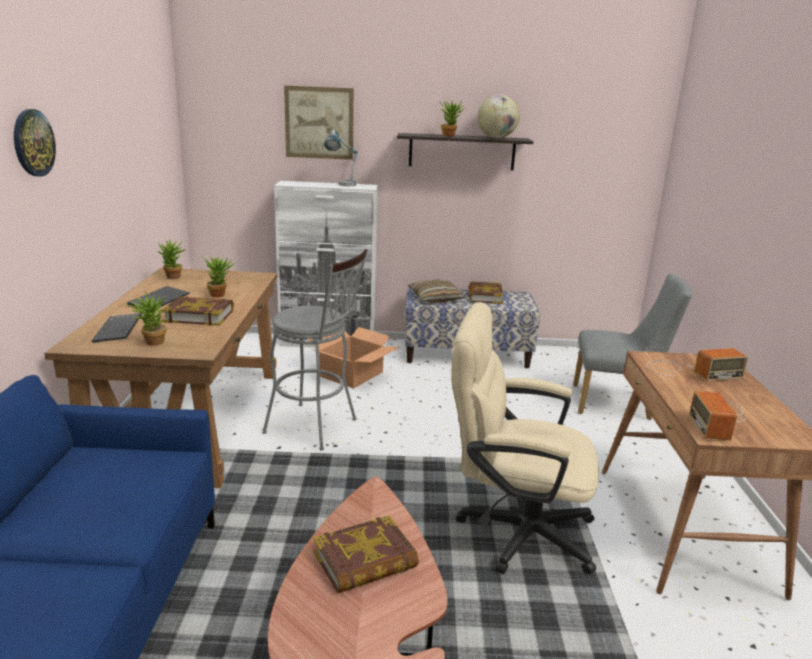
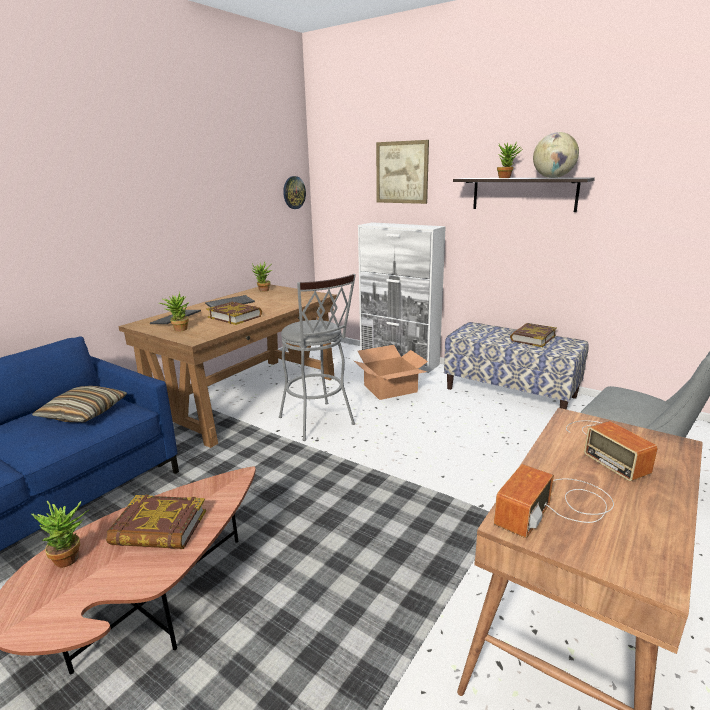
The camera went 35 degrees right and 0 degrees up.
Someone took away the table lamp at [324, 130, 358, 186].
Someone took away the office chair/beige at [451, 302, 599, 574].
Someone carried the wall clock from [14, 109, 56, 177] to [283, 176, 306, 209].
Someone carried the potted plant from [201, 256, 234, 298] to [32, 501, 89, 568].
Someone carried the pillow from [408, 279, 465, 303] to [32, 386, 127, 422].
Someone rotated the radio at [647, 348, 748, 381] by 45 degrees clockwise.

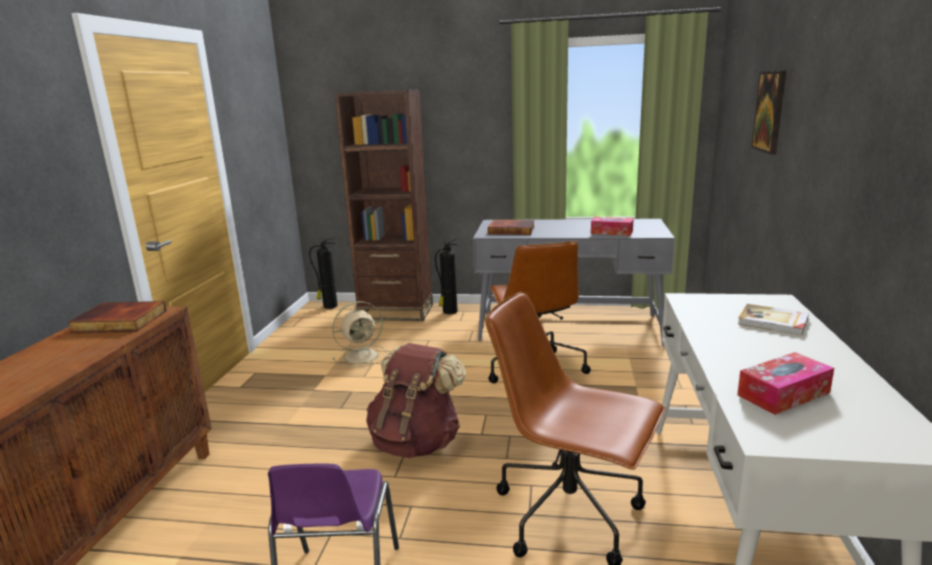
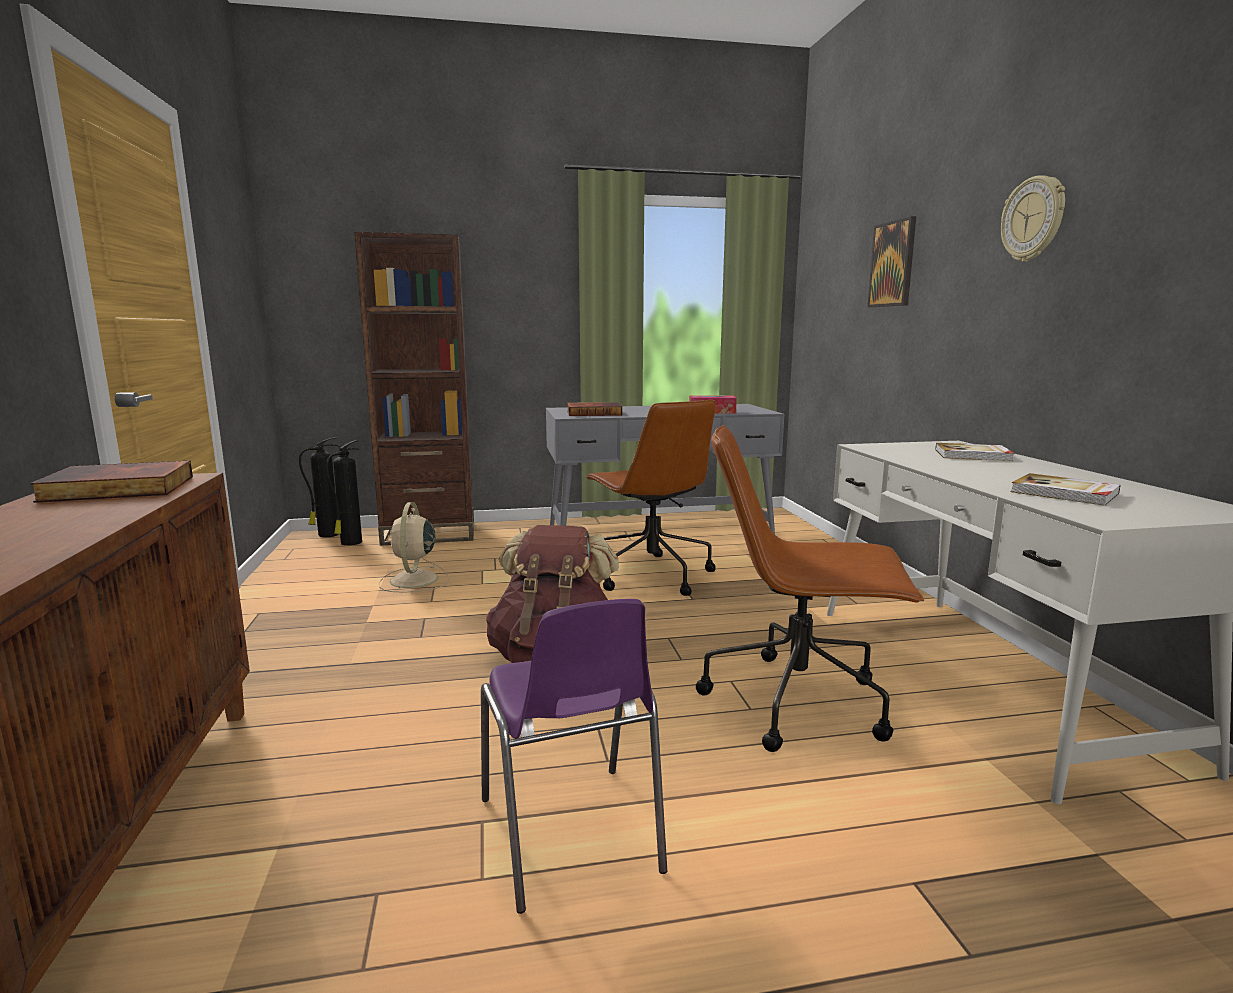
The camera went 20 degrees left and 5 degrees down.
Someone put up the wall clock at [1001, 175, 1065, 262].
Someone carried the fire extinguisher from [435, 238, 458, 314] to [326, 440, 362, 546].
Someone swapped the tissue box at [737, 352, 834, 415] for the book at [1011, 473, 1120, 506].
Someone rotated the fan/beige at [332, 301, 387, 367] by 135 degrees clockwise.

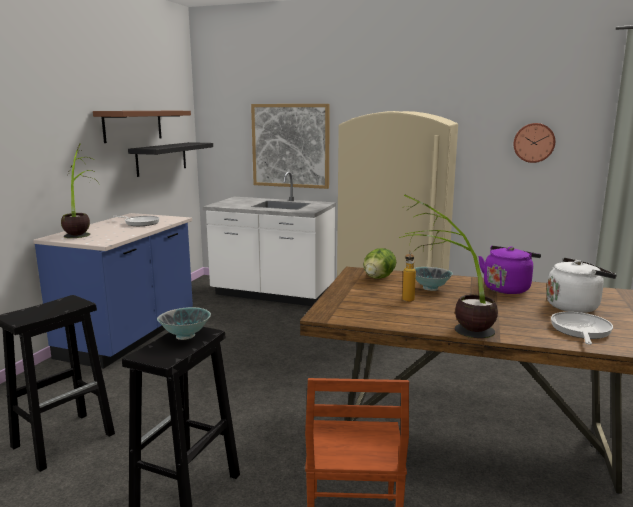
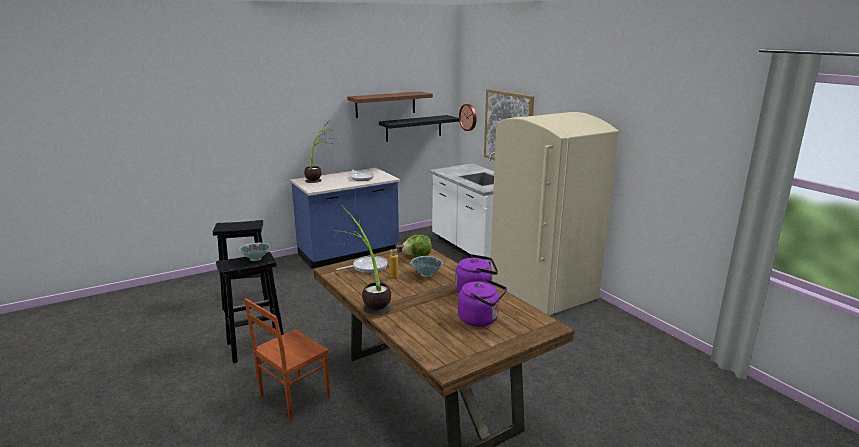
The camera went 40 degrees right and 5 degrees up.
Someone carried the wall clock from [513, 123, 555, 163] to [459, 104, 477, 131].
Someone carried the frying pan from [551, 312, 613, 345] to [336, 256, 388, 273].
Someone repainted the kettle/white at [547, 258, 617, 313], which became the kettle/purple at [458, 279, 507, 327].

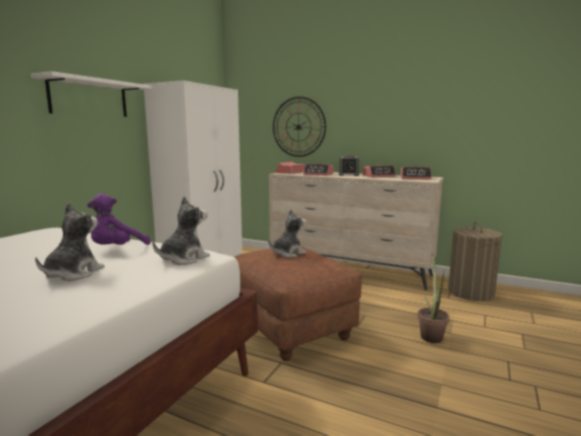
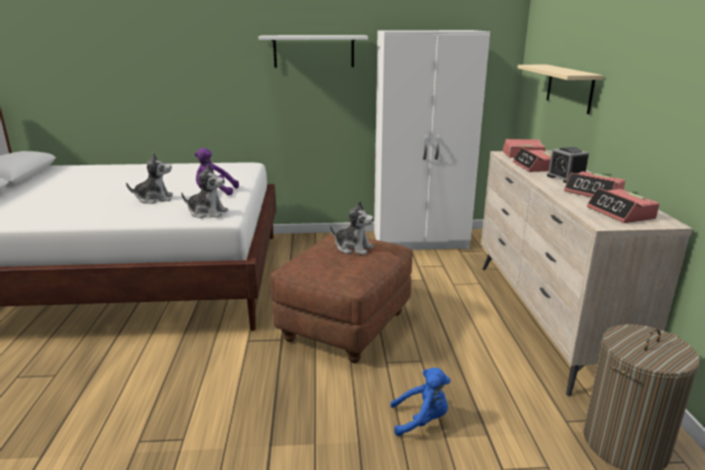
The camera went 60 degrees right and 10 degrees up.
Someone swapped the wall clock at [273, 97, 326, 157] for the shelf/beige at [518, 65, 604, 114].
Someone swapped the potted plant at [418, 253, 450, 343] for the plush toy/blue at [390, 368, 450, 436].

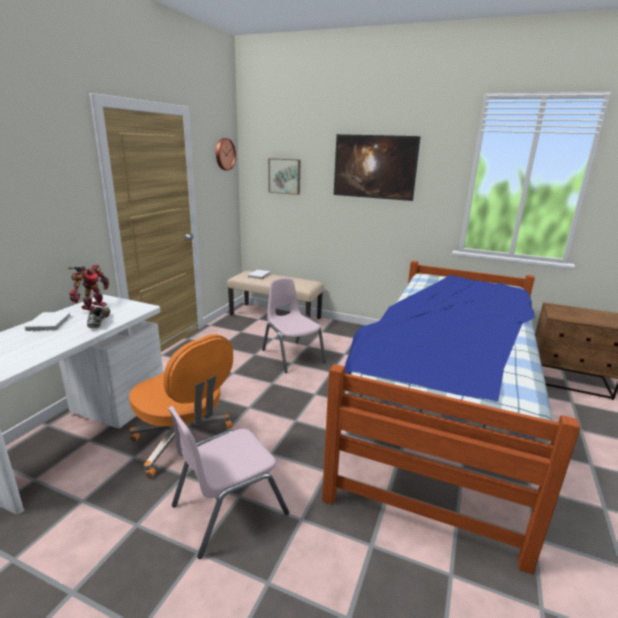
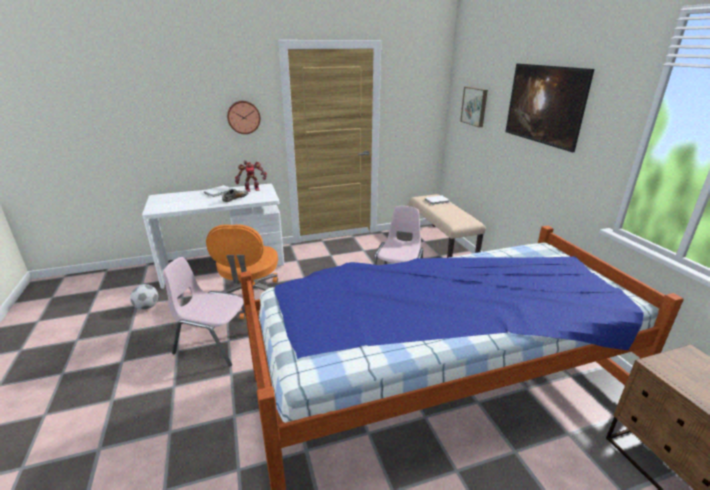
The camera went 50 degrees right and 5 degrees up.
Someone put down the football at [130, 284, 158, 310].
Someone carried the wall clock from [216, 138, 236, 171] to [227, 101, 260, 134].

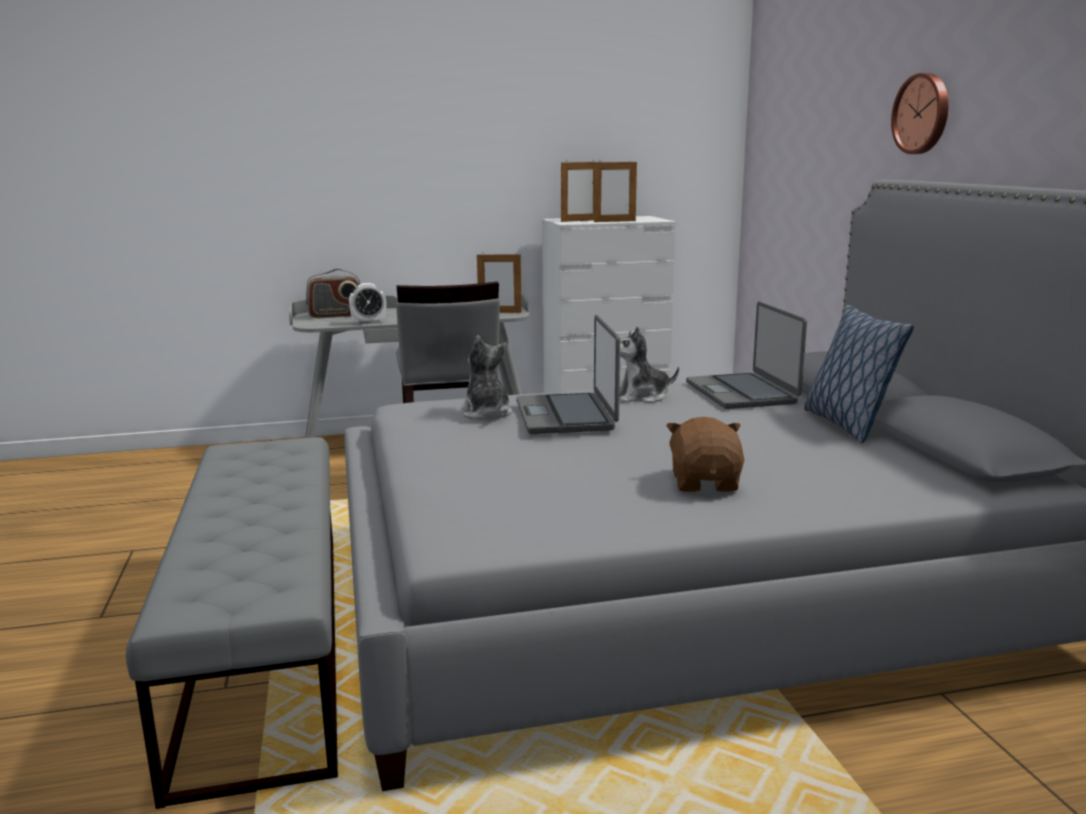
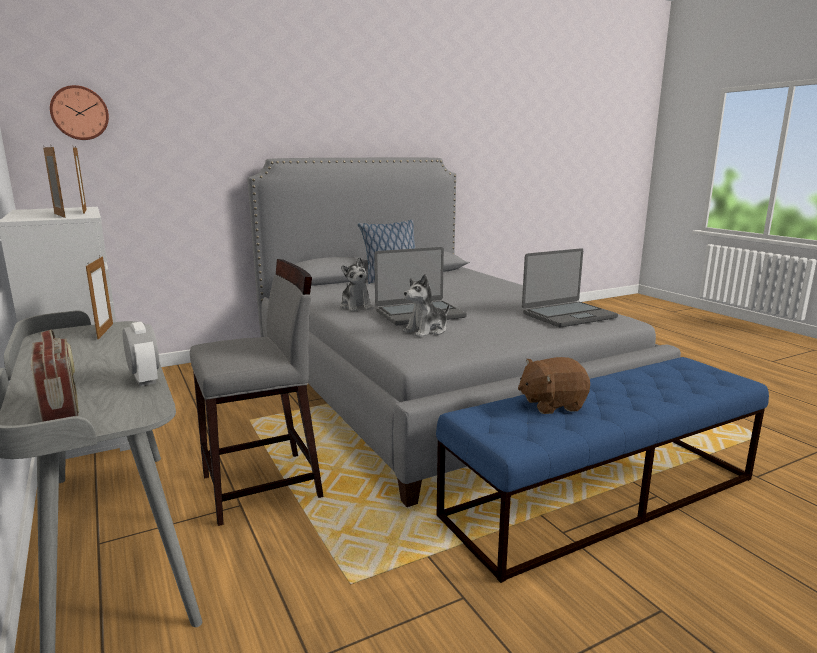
The camera went 105 degrees left and 0 degrees up.
Someone carried the plush toy/brown from [666, 417, 744, 492] to [518, 357, 590, 414].
Someone carried the laptop from [686, 301, 807, 409] to [522, 248, 618, 327].
Someone carried the wall clock from [891, 73, 949, 154] to [50, 85, 109, 140].
Someone repainted the bench/grey at [126, 437, 338, 809], which became the bench/blue at [436, 357, 769, 583].

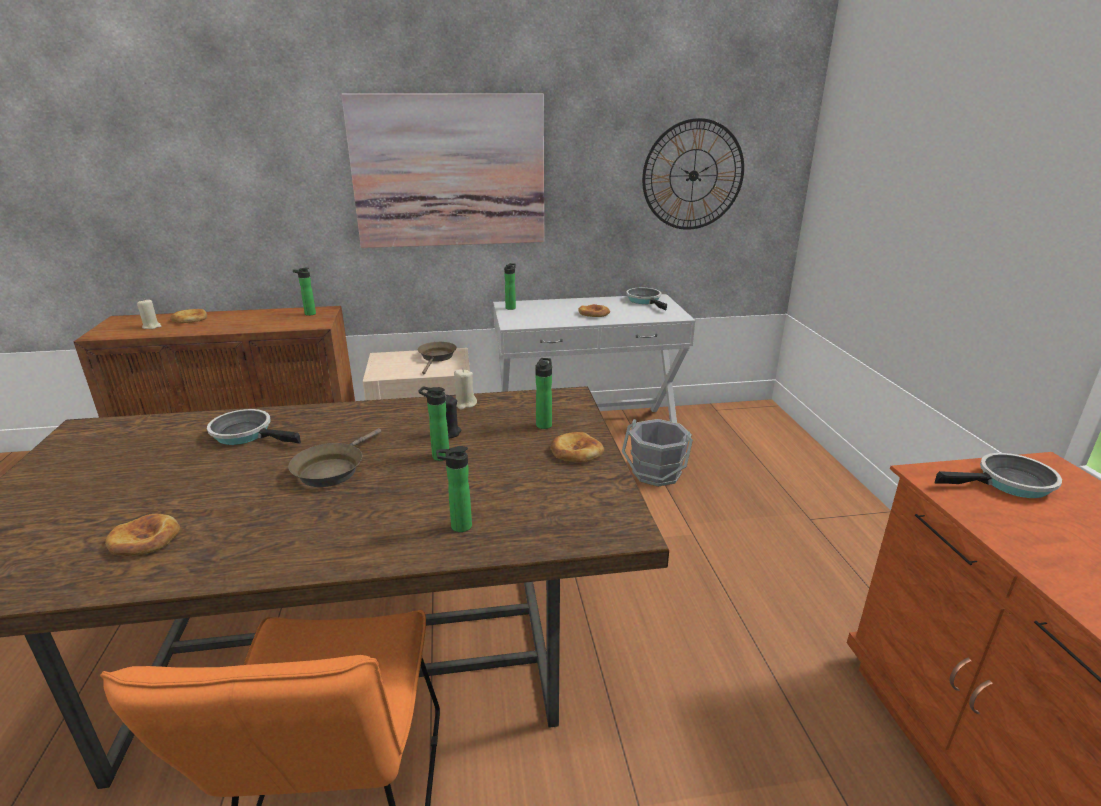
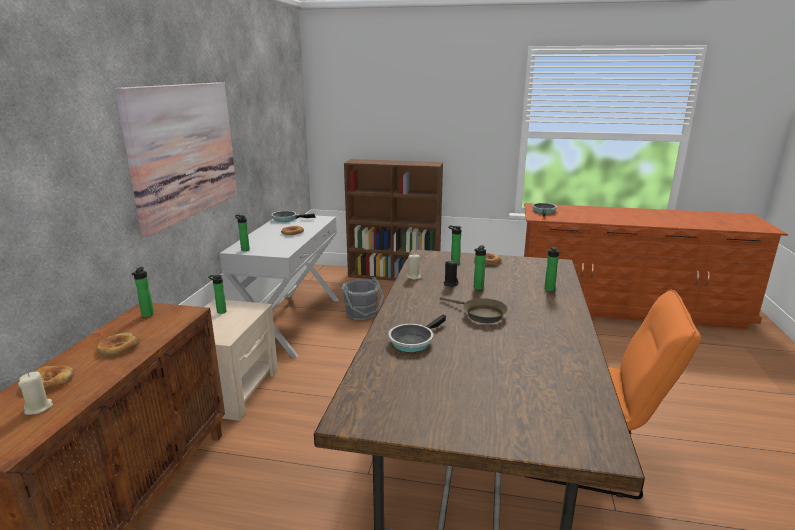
The camera went 70 degrees left and 5 degrees down.
Someone took away the wall clock at [642, 118, 744, 230].
Someone put down the bookcase/brown at [344, 159, 443, 281].
Someone carried the bread from [105, 514, 180, 556] to [97, 332, 140, 355].
Someone swapped the frying pan/brown at [418, 342, 457, 374] for the bottle at [208, 275, 227, 314].

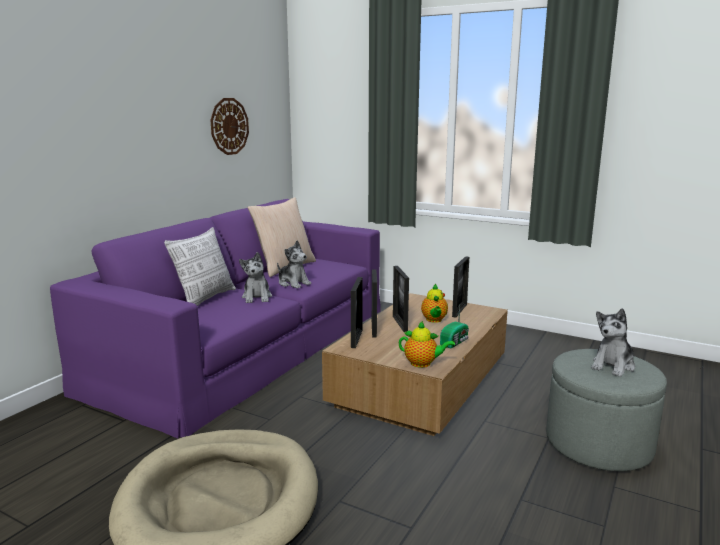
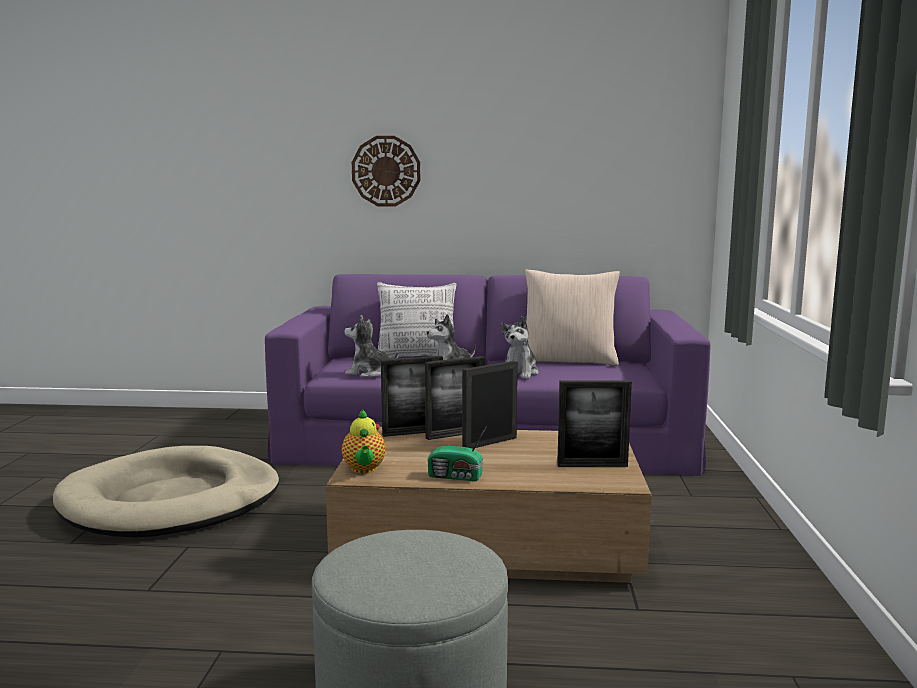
The camera went 65 degrees right and 5 degrees down.
Someone took away the teapot at [421, 284, 448, 323].
Someone carried the wall clock from [210, 98, 249, 155] to [352, 136, 420, 206].
Someone carried the plush toy from [591, 308, 635, 377] to [344, 315, 398, 377].

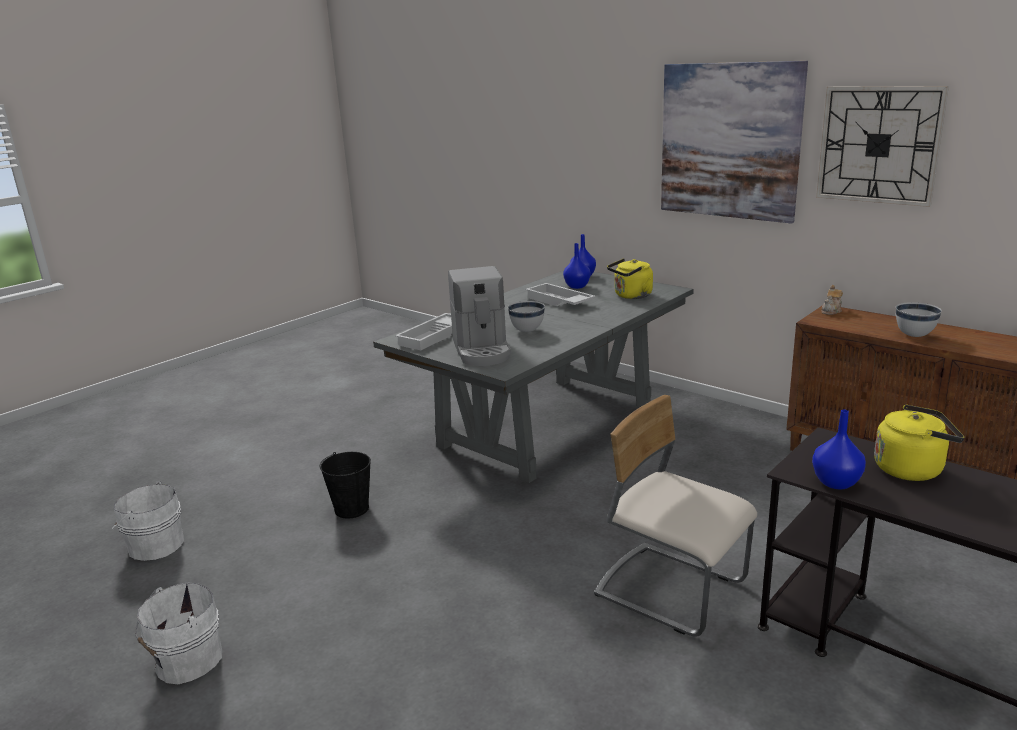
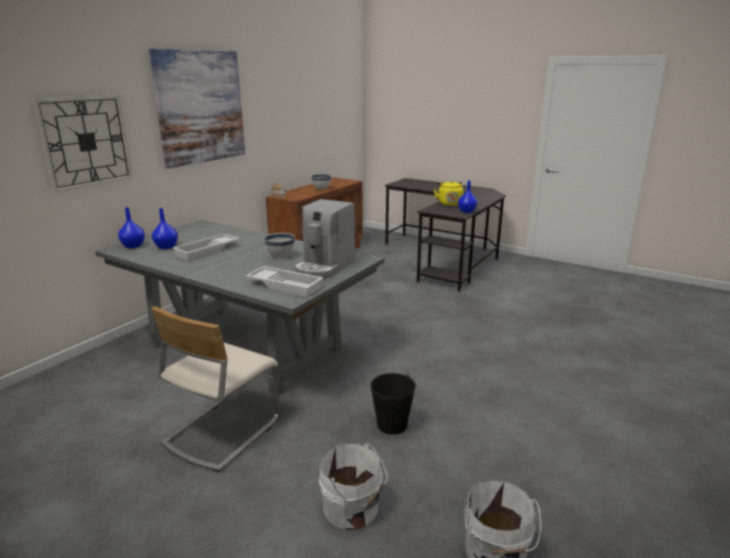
The camera went 100 degrees left and 0 degrees up.
Someone took away the kettle/yellow at [607, 259, 653, 299].
Someone carried the bucket/white from [135, 582, 222, 684] to [319, 443, 388, 530].
Someone carried the chair/beige from [594, 395, 757, 637] to [151, 306, 280, 472].
Someone carried the wall clock from [816, 86, 949, 207] to [33, 95, 133, 192].
Someone rotated the coffee machine at [448, 266, 511, 366] by 135 degrees clockwise.

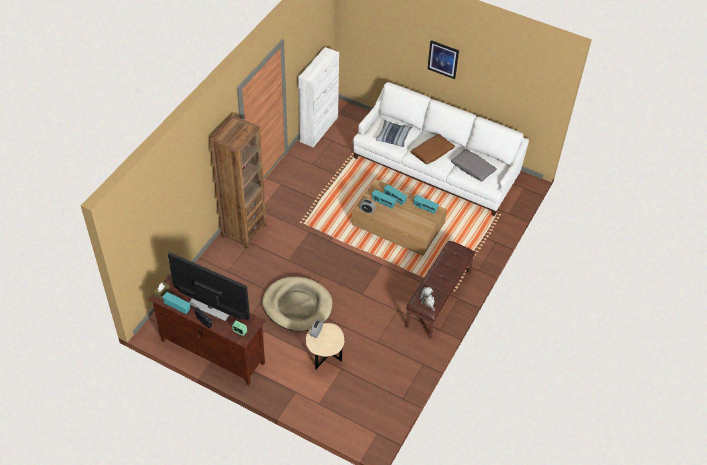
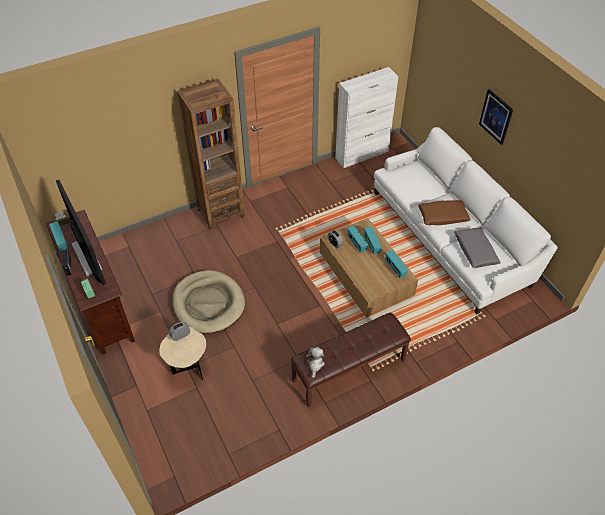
The camera went 35 degrees right and 0 degrees up.
Someone took away the pillow at [376, 120, 412, 147].

